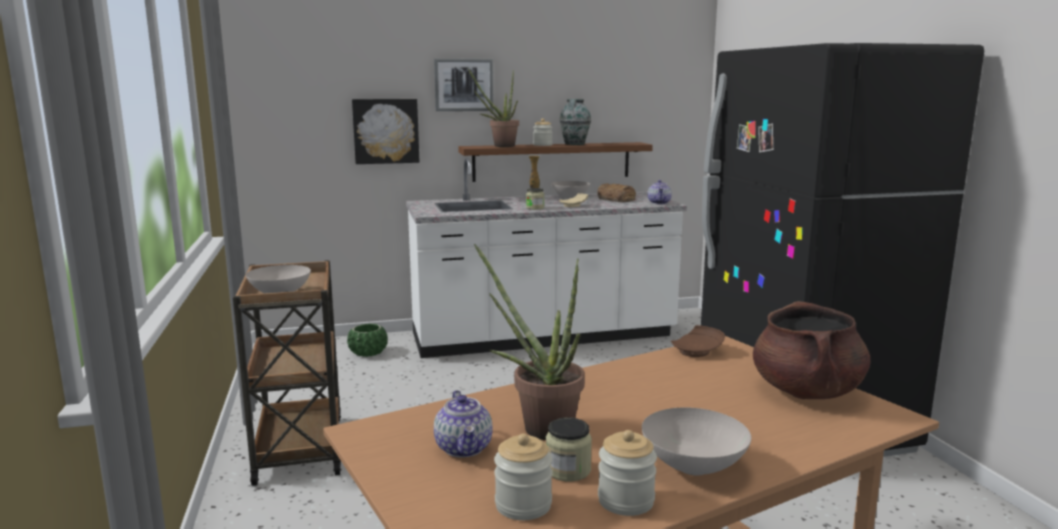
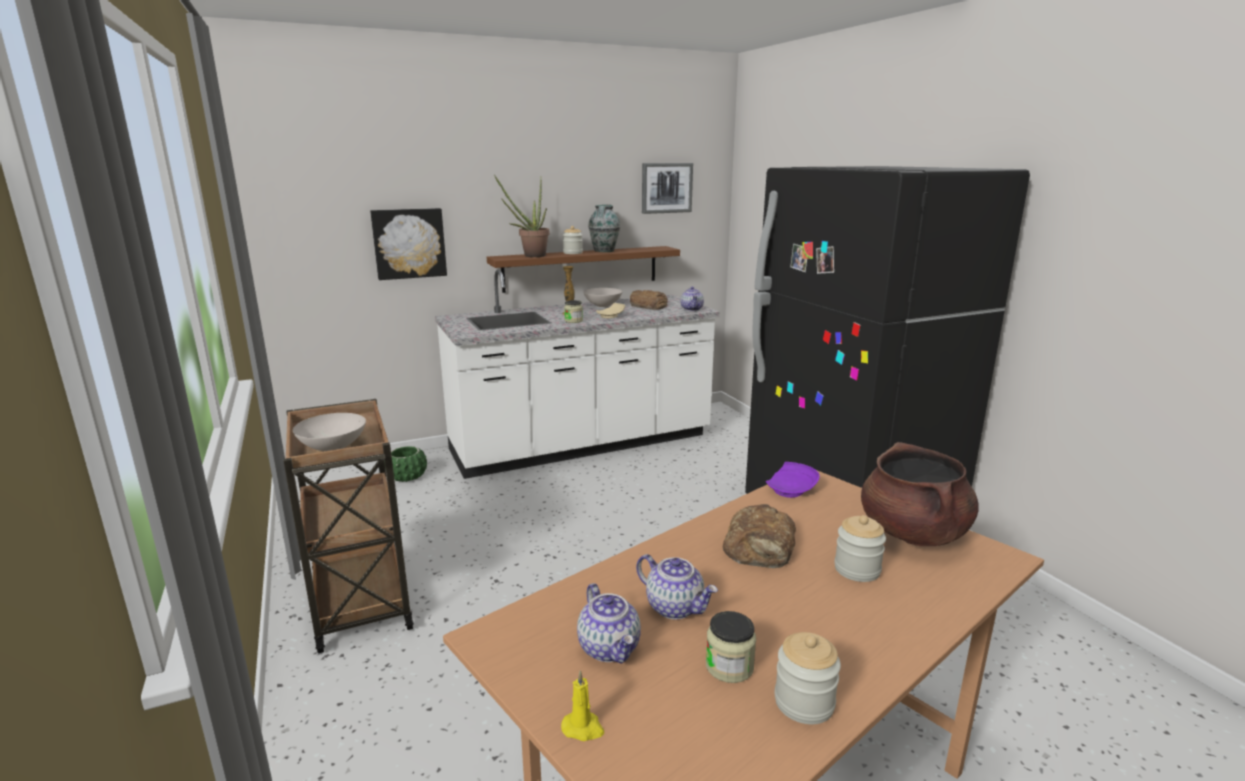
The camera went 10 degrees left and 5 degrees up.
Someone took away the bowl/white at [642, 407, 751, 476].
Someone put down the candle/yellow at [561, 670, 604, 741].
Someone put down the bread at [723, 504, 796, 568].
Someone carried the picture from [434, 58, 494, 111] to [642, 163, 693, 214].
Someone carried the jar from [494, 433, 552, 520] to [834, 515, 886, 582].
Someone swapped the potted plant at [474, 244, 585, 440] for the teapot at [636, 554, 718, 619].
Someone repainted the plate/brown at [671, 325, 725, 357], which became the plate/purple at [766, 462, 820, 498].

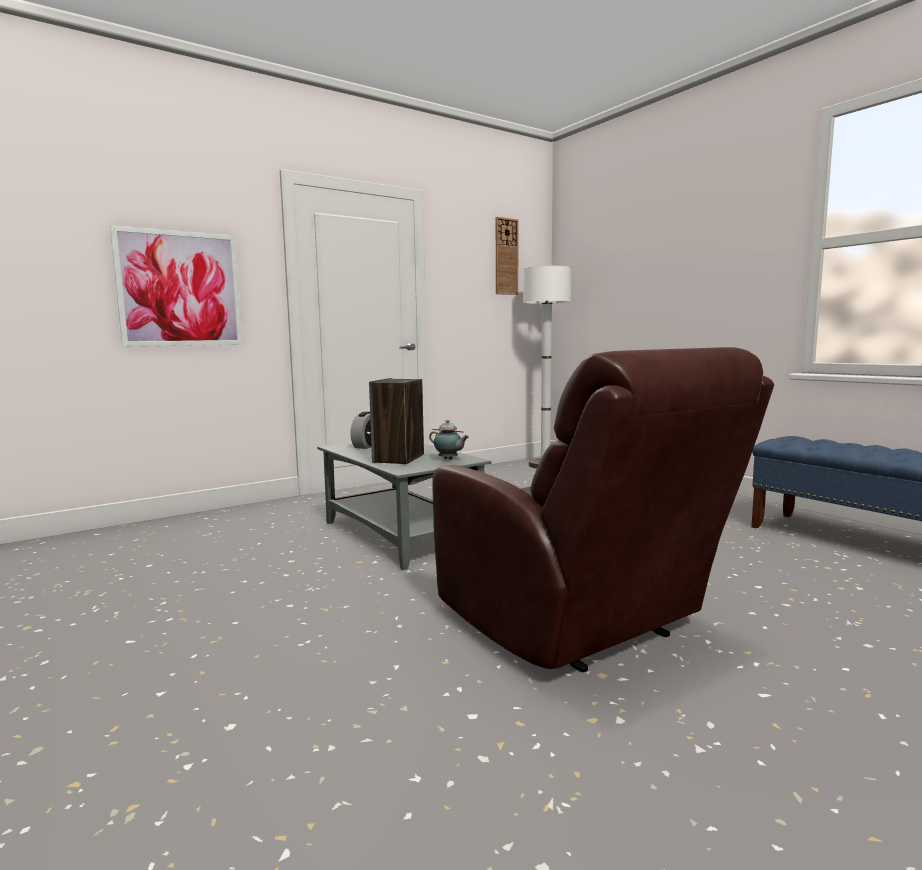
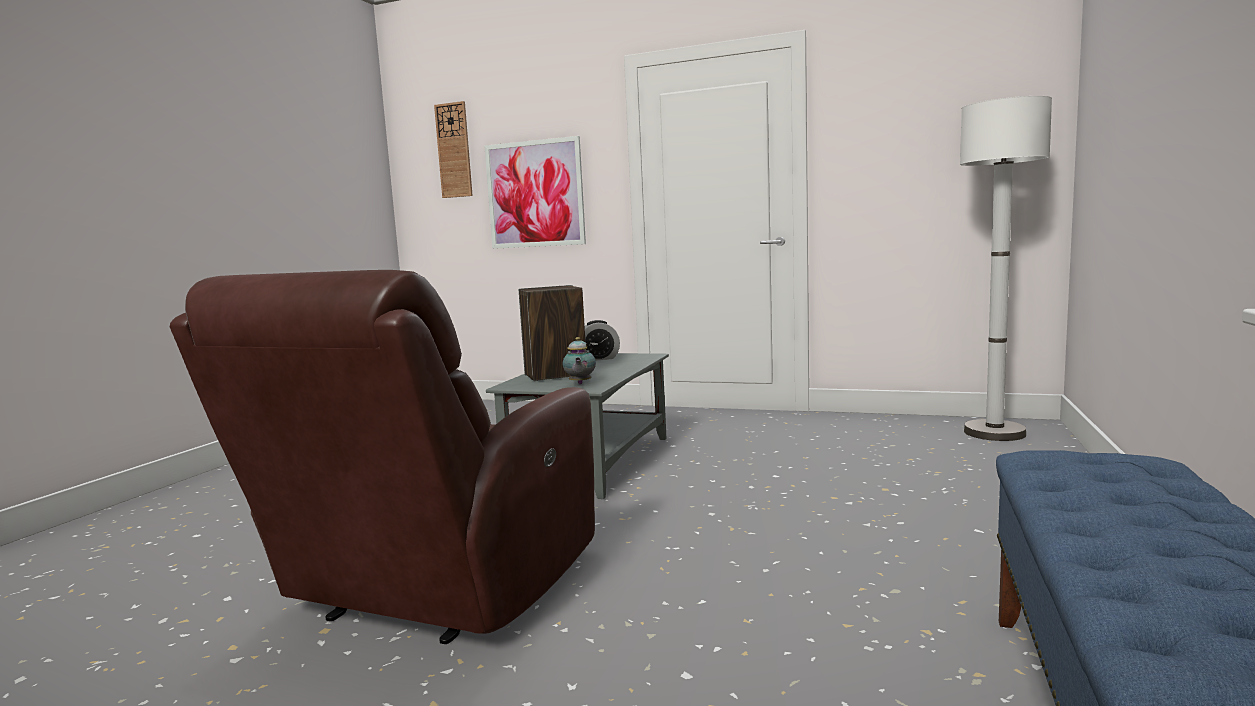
The camera went 55 degrees right and 0 degrees up.
Someone carried the wall clock from [496, 217, 518, 295] to [434, 101, 473, 198].

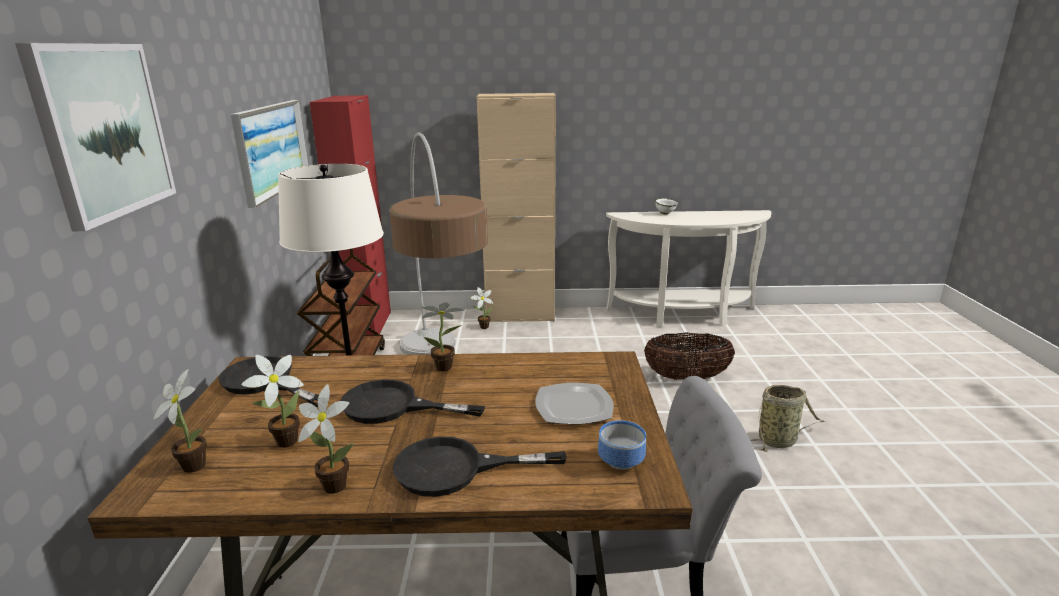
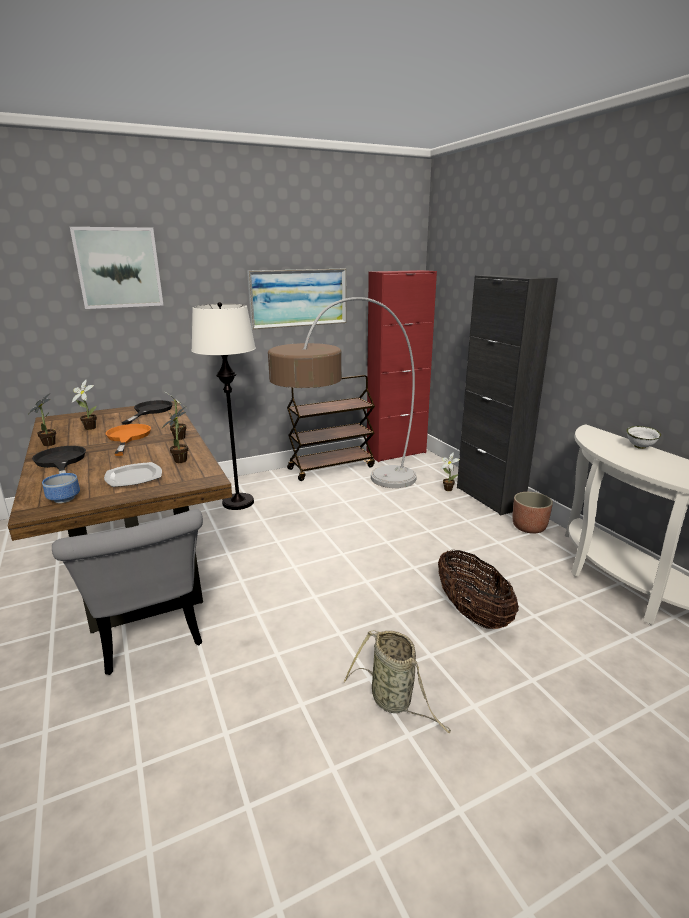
The camera went 65 degrees right and 0 degrees up.
Someone put down the planter at [513, 492, 553, 534].
Someone carried the potted plant from [154, 369, 207, 473] to [162, 407, 188, 463].
Someone repainted the frying pan/black at [340, 380, 485, 424], which became the frying pan/orange at [106, 424, 151, 456].
Someone repainted the cabinet/beige at [477, 93, 556, 322], which became the cabinet/black at [457, 275, 558, 516].

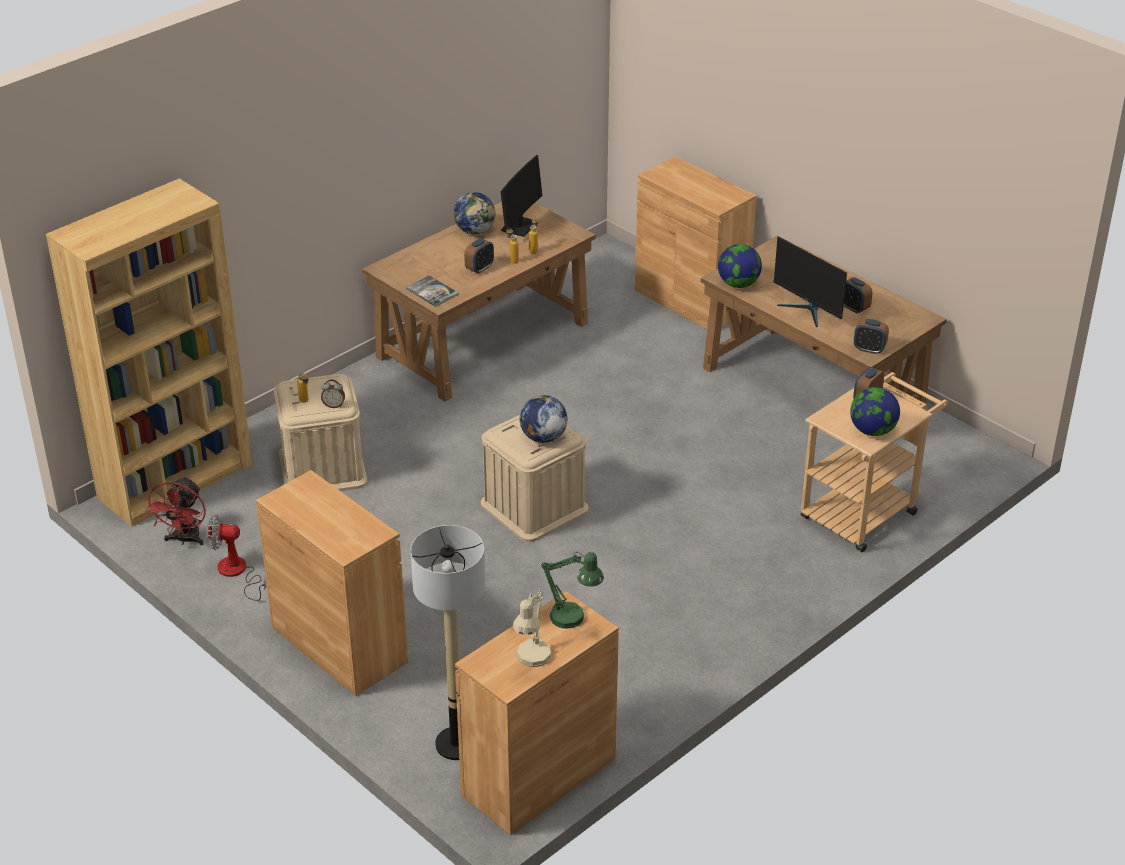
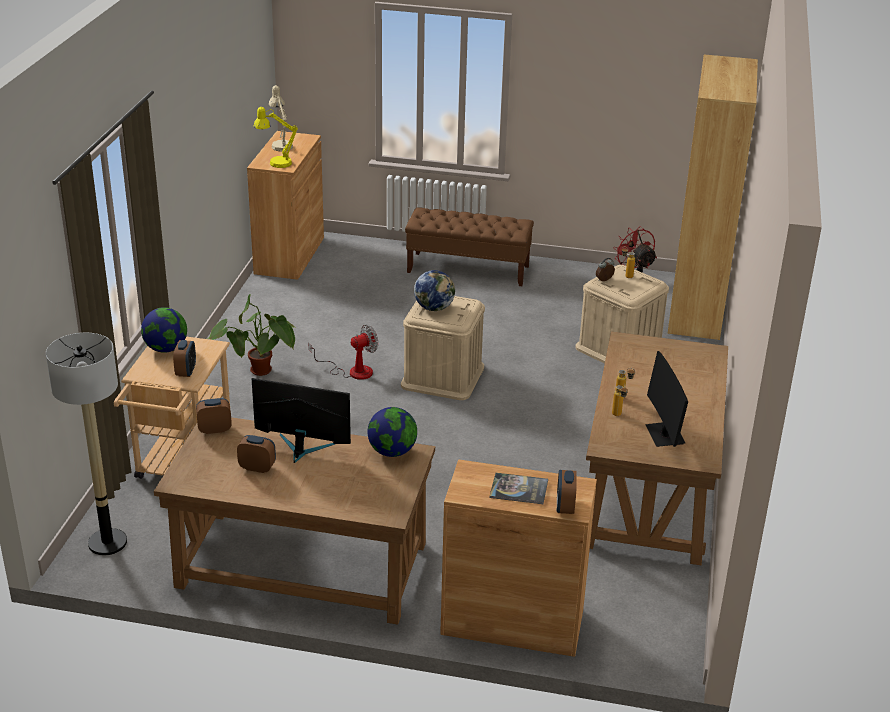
The camera went 145 degrees right and 5 degrees down.
Someone took away the globe at [453, 192, 496, 235].
Someone put down the potted plant at [208, 294, 297, 376].
Someone carried the fan from [207, 514, 266, 601] to [309, 325, 378, 380].
Someone carried the book from [406, 275, 459, 307] to [490, 473, 548, 504].
Someone carried the floor lamp from [410, 525, 486, 760] to [46, 333, 127, 555].
Someone carried the alarm clock from [464, 238, 494, 274] to [557, 470, 577, 514].
Someone swapped the cabinet/brown at [256, 470, 408, 696] for the bench/brown at [405, 207, 534, 286].
Someone repainted the table lamp/green at [541, 552, 604, 629], which became the table lamp/yellow at [254, 107, 298, 168].

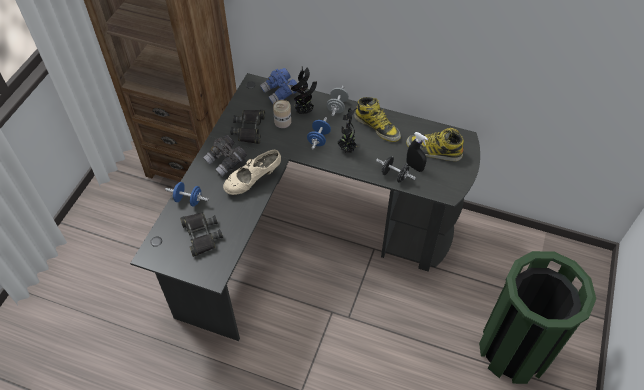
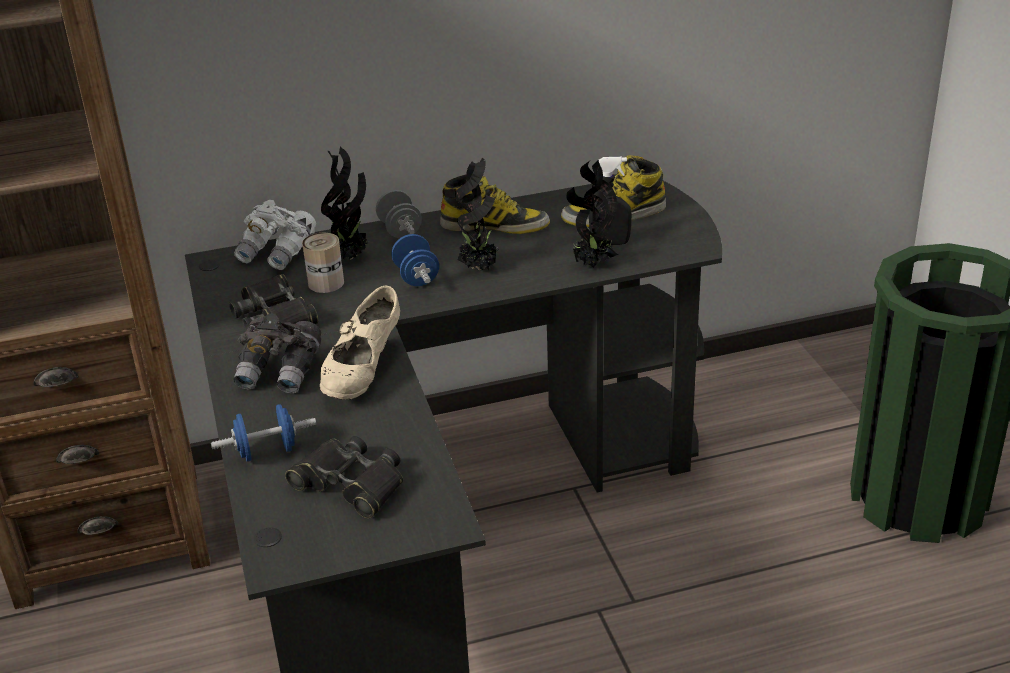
The camera went 35 degrees left and 20 degrees down.
Someone swapped the dumbbell/black at [376, 156, 416, 183] for the potted plant at [566, 160, 618, 268].
Someone repainted the binoculars/blue at [260, 68, 297, 104], which became the binoculars/white at [234, 200, 316, 270].

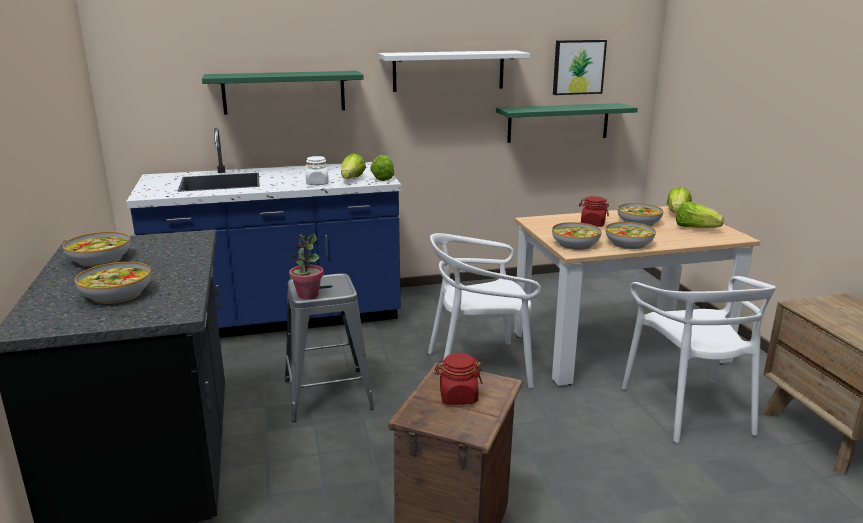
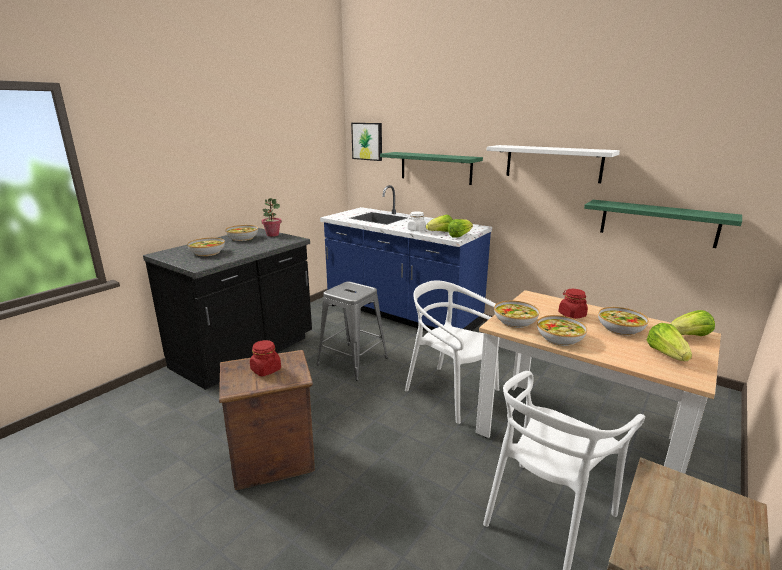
The camera went 50 degrees right and 0 degrees up.
Someone carried the potted plant from [289, 234, 324, 300] to [261, 198, 282, 237].
Someone carried the picture from [553, 40, 607, 95] to [351, 123, 382, 161].

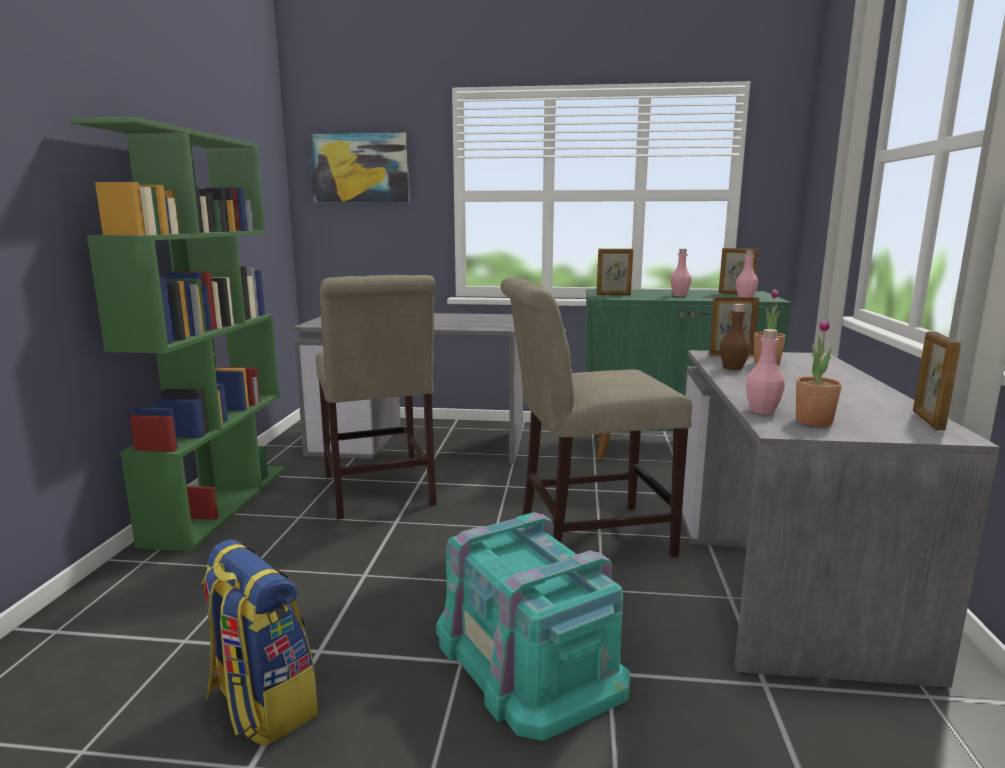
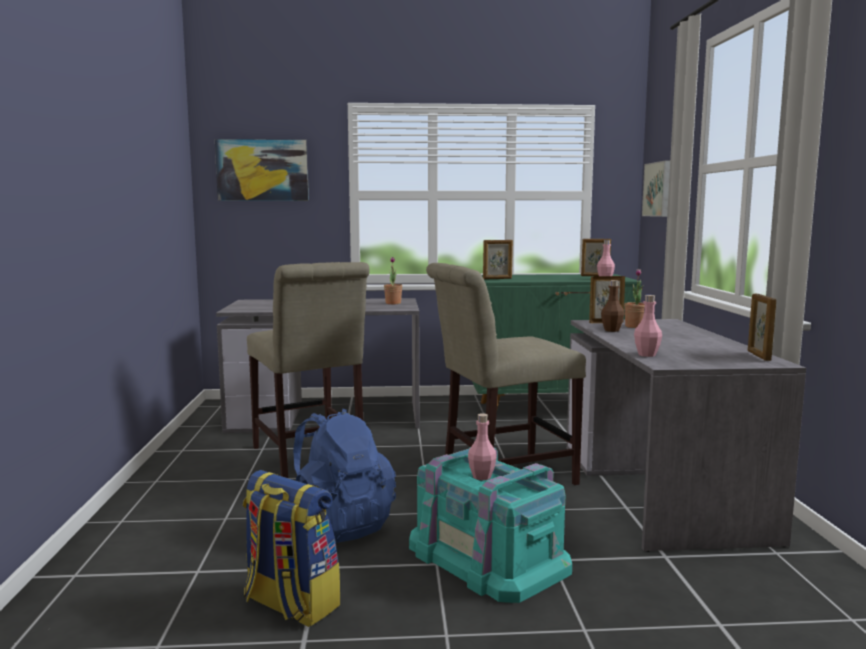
The camera went 10 degrees left and 5 degrees down.
Someone took away the bookcase/green at [68, 117, 286, 552].
Someone put down the backpack/blue at [293, 409, 396, 543].
Someone put up the picture at [642, 161, 670, 217].
Someone carried the bottle/pink from [670, 249, 691, 296] to [468, 413, 496, 480].
Someone carried the potted plant from [796, 318, 842, 426] to [384, 257, 402, 304].

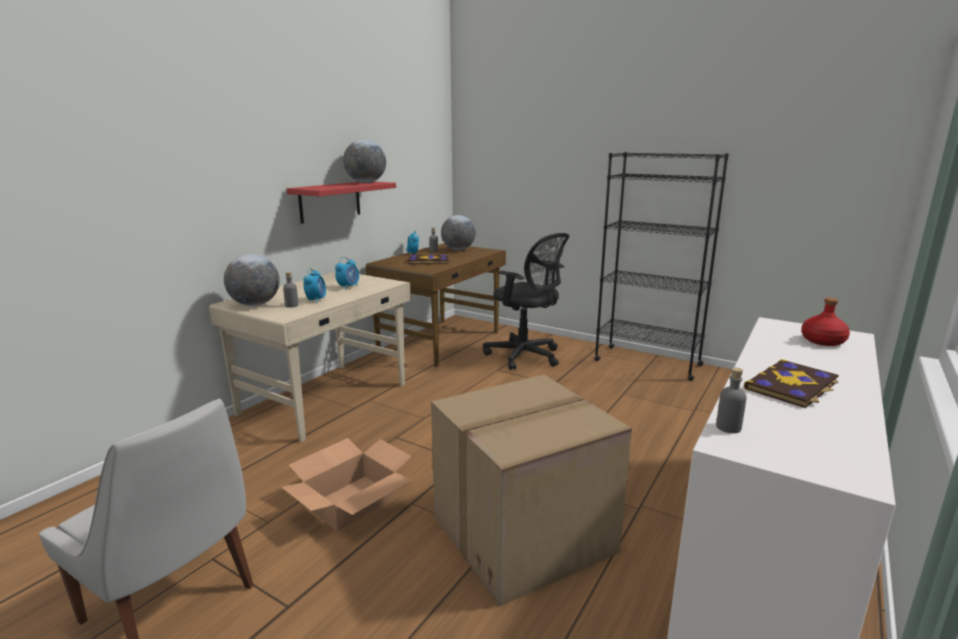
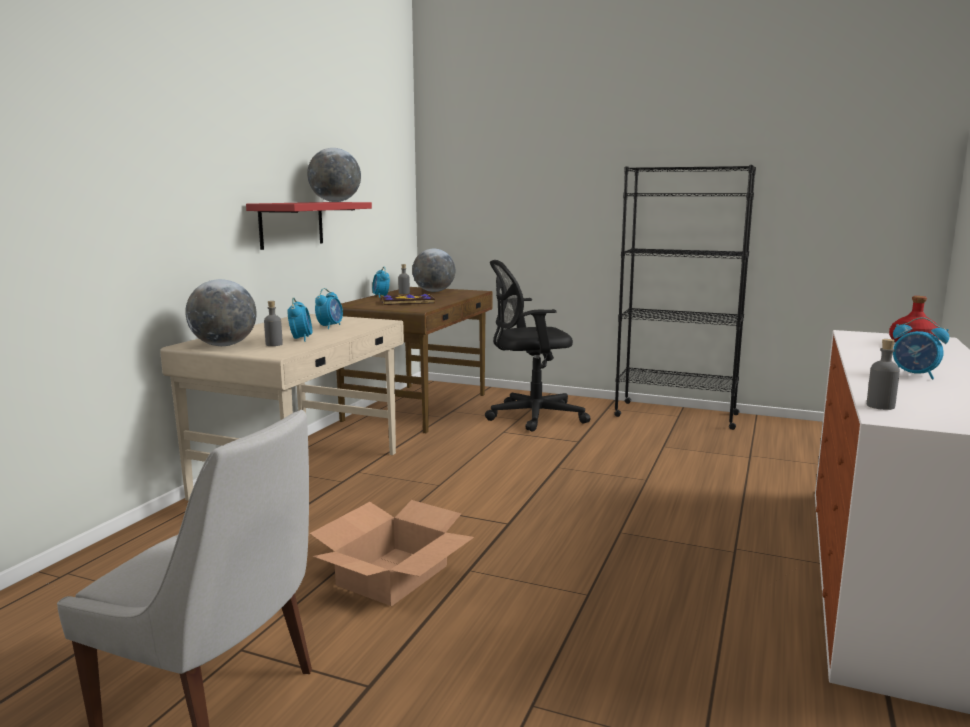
The camera went 10 degrees left and 5 degrees down.
Someone took away the cardboard box at [431, 375, 632, 606].
Someone swapped the book at [744, 359, 839, 408] for the alarm clock at [893, 317, 949, 380].
Someone rotated the office chair/black at [483, 233, 569, 370] by 135 degrees clockwise.

